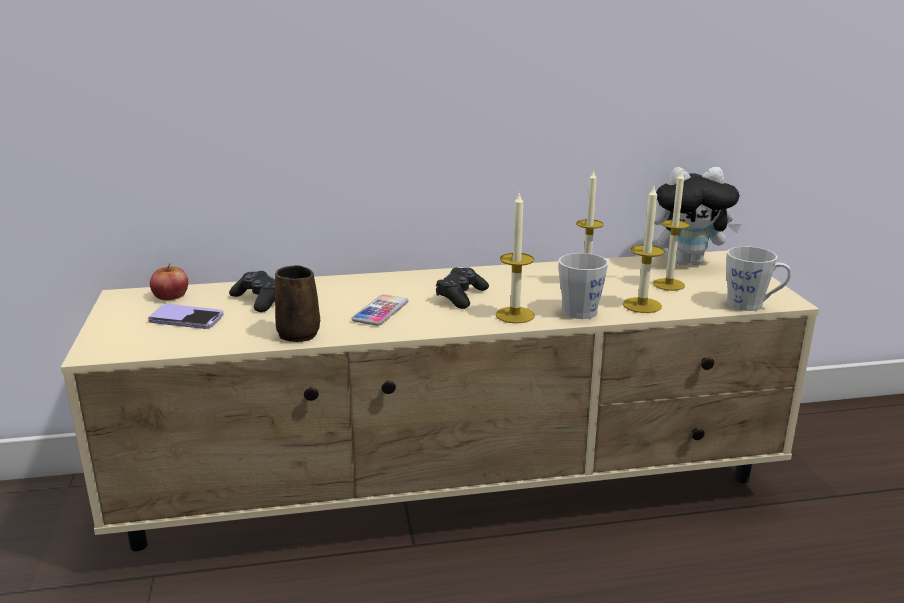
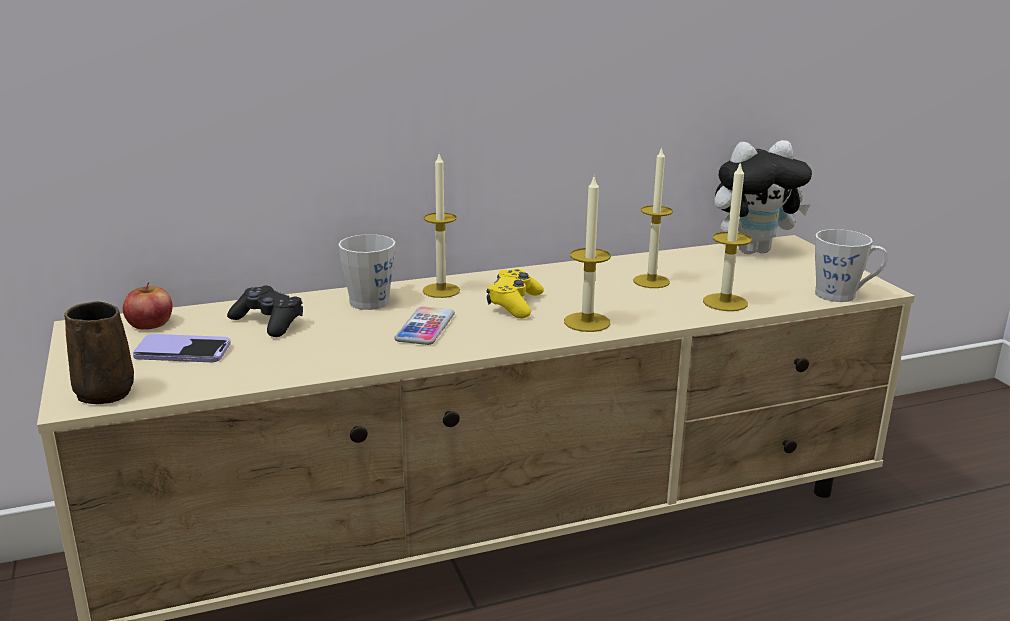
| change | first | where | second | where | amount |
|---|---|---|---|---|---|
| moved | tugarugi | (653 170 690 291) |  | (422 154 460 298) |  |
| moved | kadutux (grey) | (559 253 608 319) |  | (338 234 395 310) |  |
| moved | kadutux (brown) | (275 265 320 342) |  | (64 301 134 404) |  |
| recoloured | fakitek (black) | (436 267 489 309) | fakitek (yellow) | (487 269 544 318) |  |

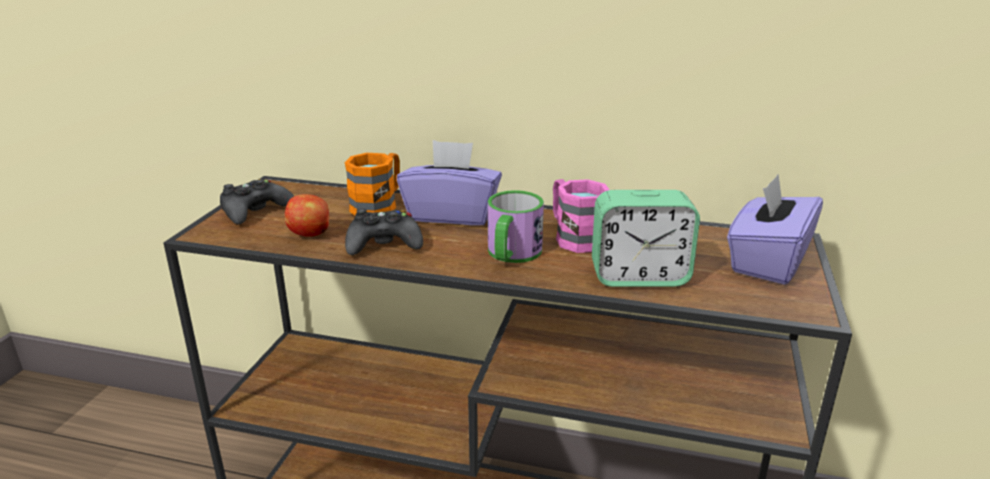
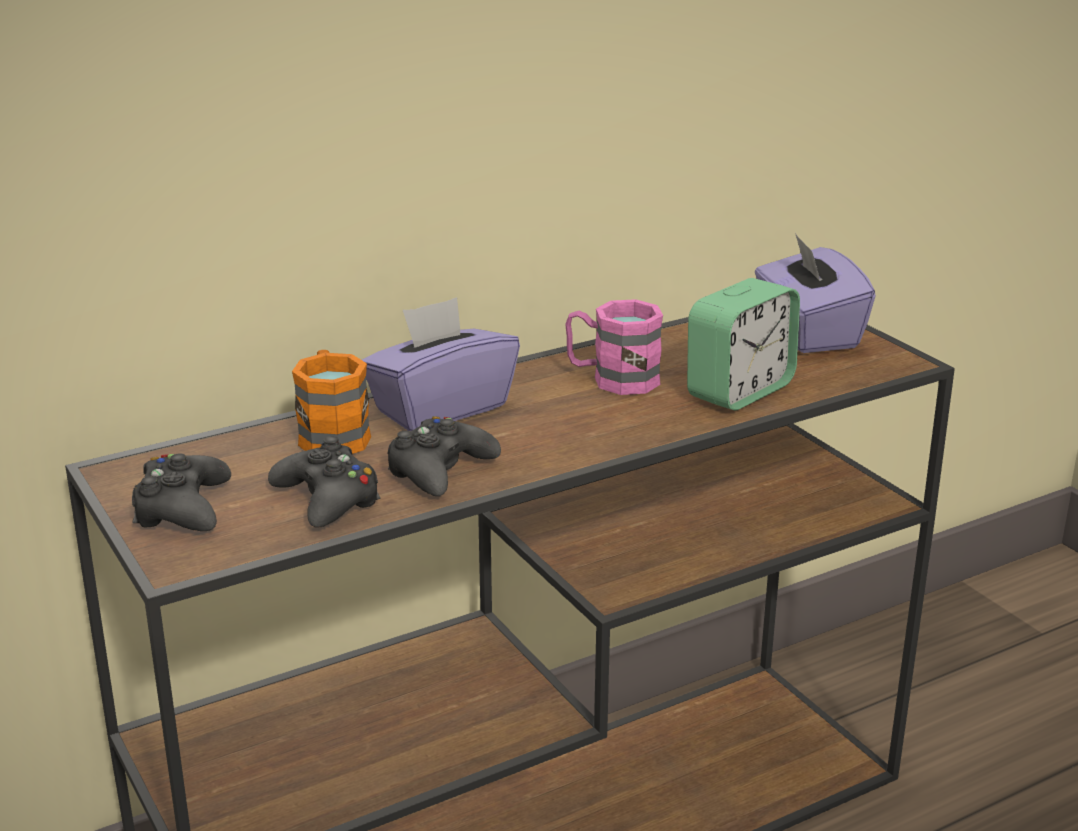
| change | first | where | second | where | amount |
|---|---|---|---|---|---|
| removed | kadutux | (488 190 544 263) |  |  |  |
| replaced | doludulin | (285 194 329 237) | fakitek (black) | (268 436 380 528) |  |

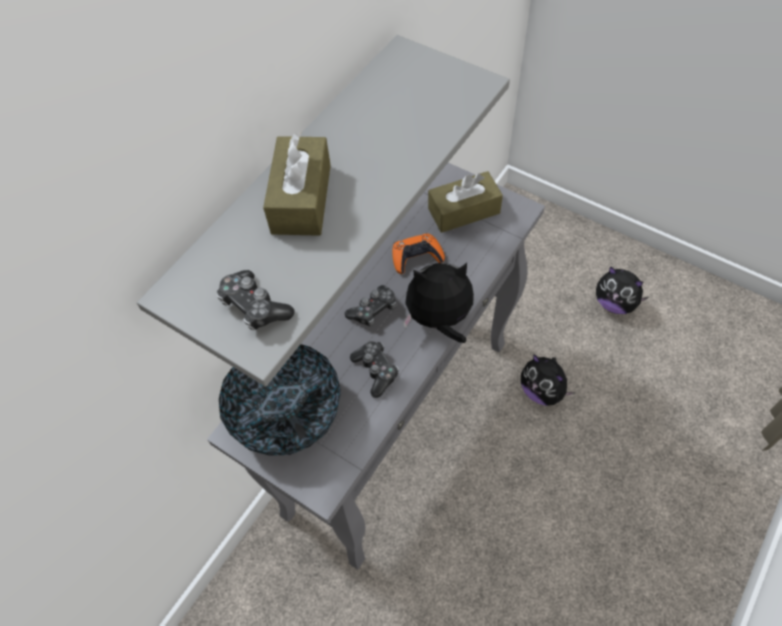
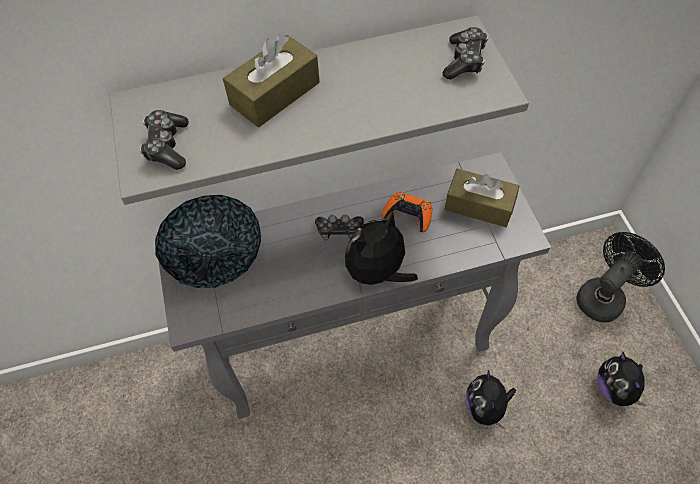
| change | first | where | second | where | amount |
|---|---|---|---|---|---|
| turned | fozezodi | (403 263 474 343) |  | (345 211 418 295) | 75 degrees counterclockwise |
| moved | fakitek | (350 341 399 398) |  | (443 27 488 80) |  |
| added |  |  | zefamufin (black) | (577 232 665 322) |  |

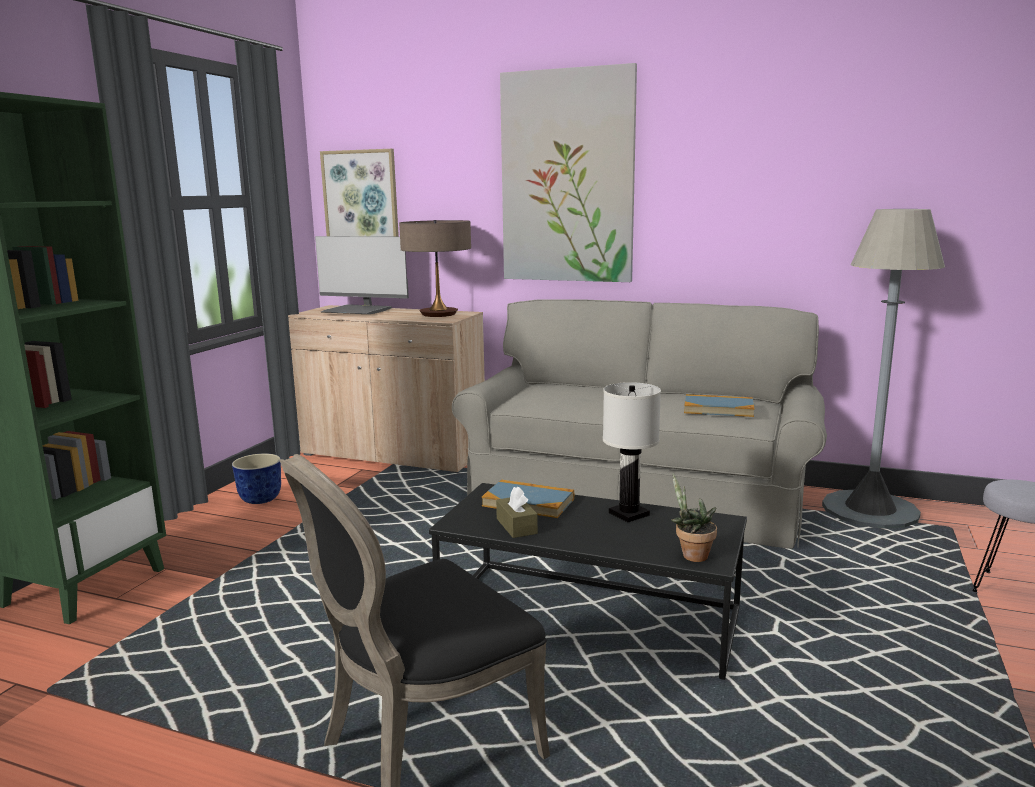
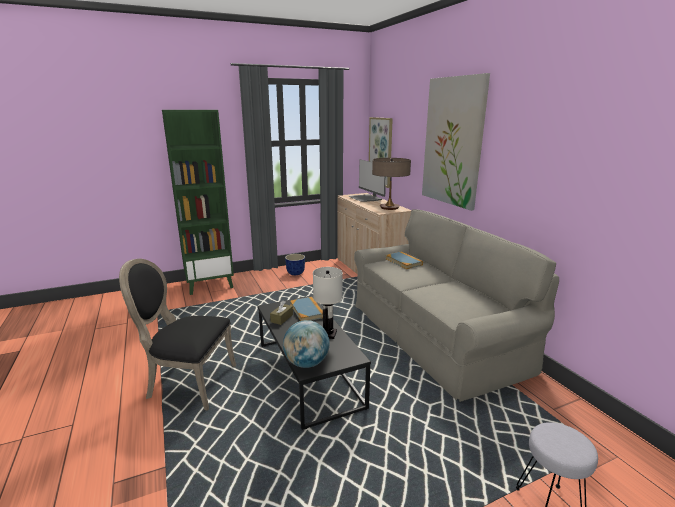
| change | first | where | second | where | amount |
|---|---|---|---|---|---|
| removed | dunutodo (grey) | (822 209 945 529) |  |  |  |
| moved | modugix | (684 394 754 417) |  | (386 252 423 269) |  |
| replaced | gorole | (671 473 717 562) | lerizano | (283 320 329 368) |  |

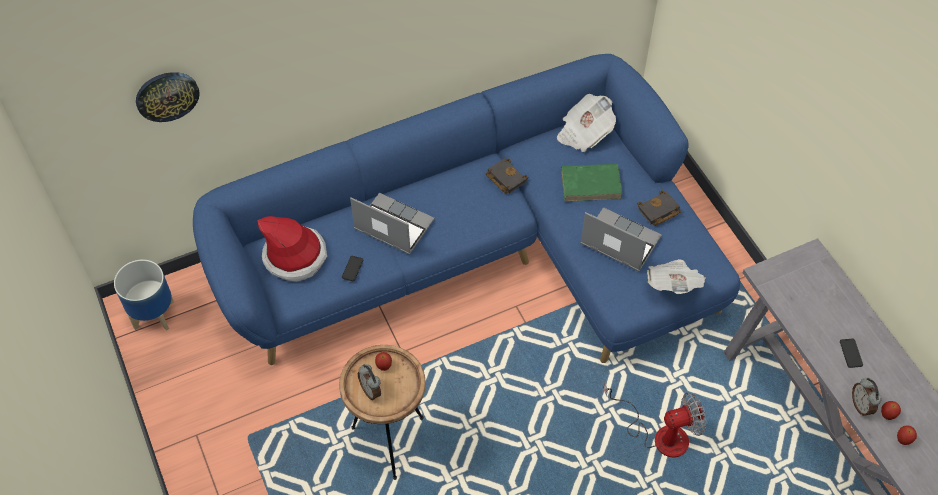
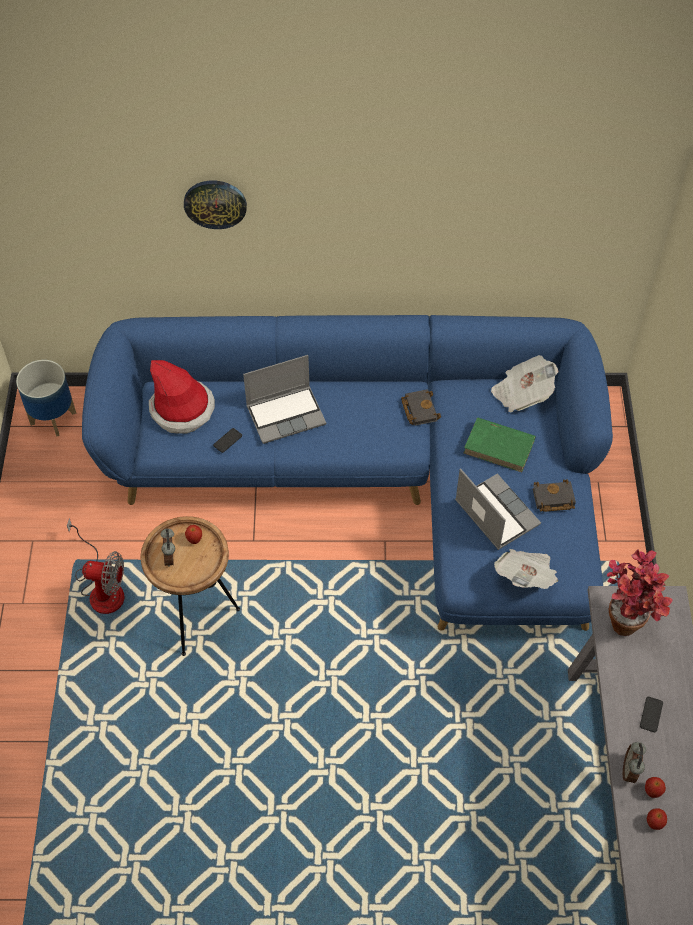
| change | first | where | second | where | amount |
|---|---|---|---|---|---|
| moved | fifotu | (136 72 200 122) |  | (184 181 247 229) |  |
| turned | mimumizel | (350 193 435 254) |  | (243 355 326 444) | 105 degrees clockwise |
| moved | zefamufin | (603 383 706 457) |  | (67 518 125 614) |  |
| added |  |  | gorole | (607 549 673 636) |  |

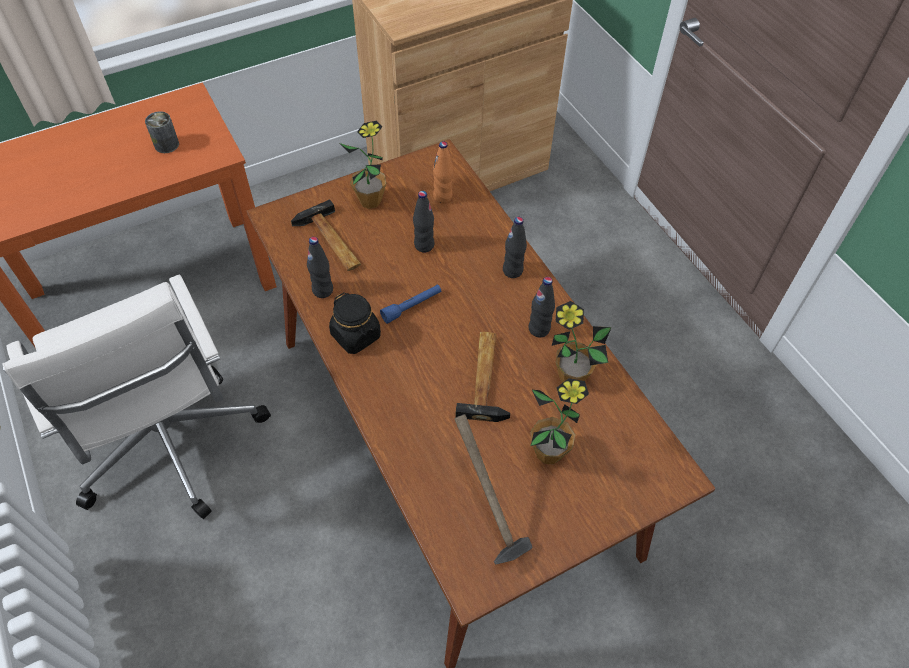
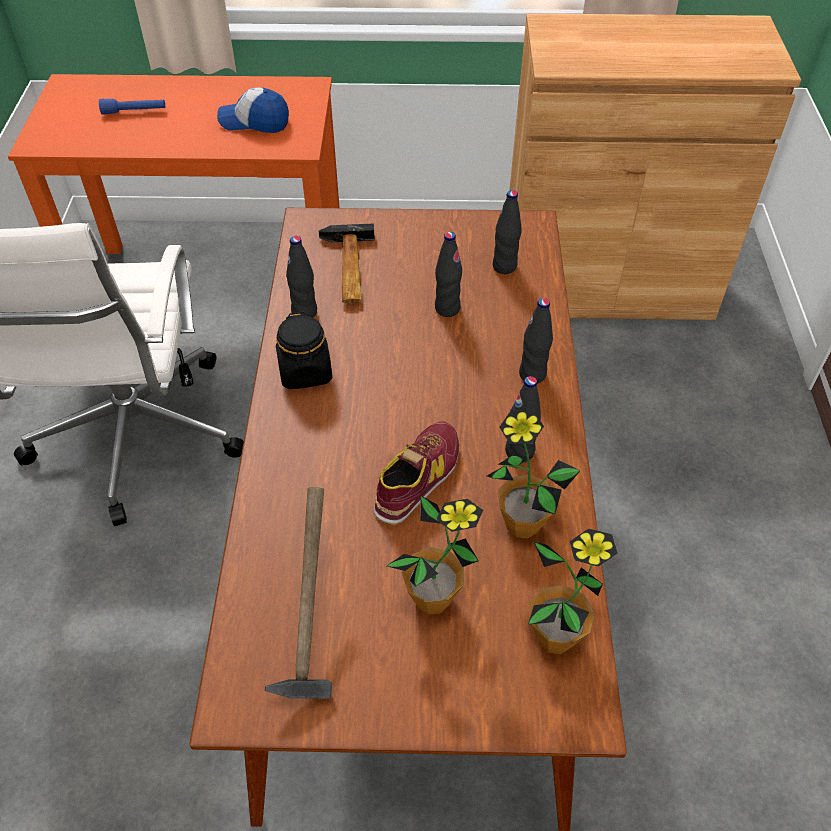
| change | first | where | second | where | amount |
|---|---|---|---|---|---|
| replaced | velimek | (145 111 179 153) | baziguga | (217 88 289 133) |  |
| moved | gorole | (340 121 386 209) |  | (528 529 617 654) |  |
| recoloured | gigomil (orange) | (433 141 453 203) | gigomil (black) | (493 190 522 274) |  |
| moved | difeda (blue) | (380 285 441 324) |  | (99 99 165 115) |  |
| replaced | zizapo | (455 332 510 422) | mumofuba | (374 422 459 525) |  |

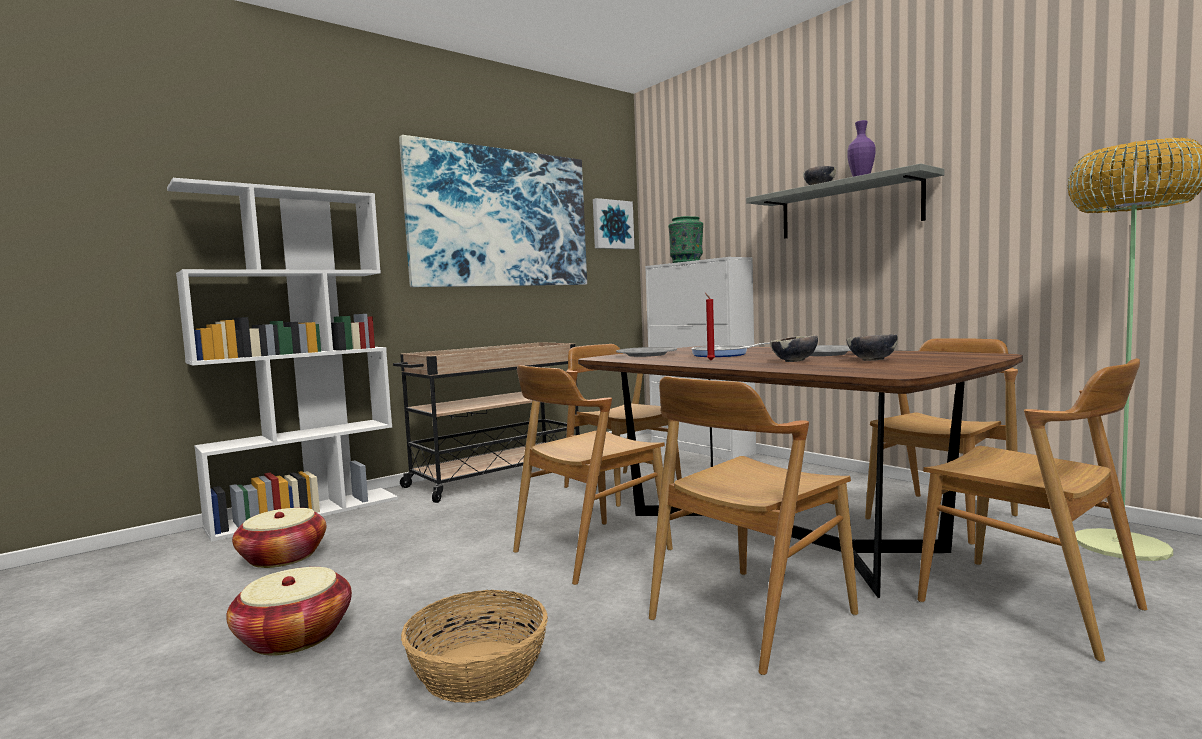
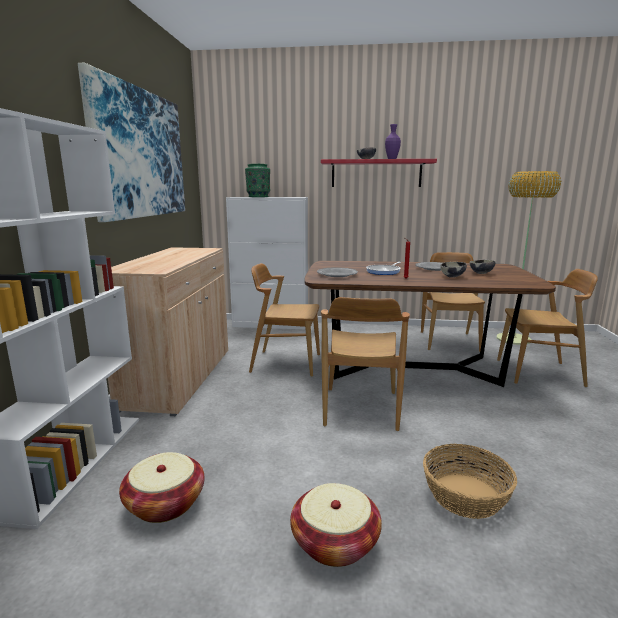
| change | first | where | second | where | amount |
|---|---|---|---|---|---|
| recoloured | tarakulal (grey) | (746 163 944 239) | tarakulal (red) | (321 159 437 187) |  |
| removed | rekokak | (593 198 635 249) |  |  |  |
| replaced | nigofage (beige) | (393 342 580 503) | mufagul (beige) | (108 247 228 416) |  |
| removed | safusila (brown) | (649 376 858 675) |  |  |  |

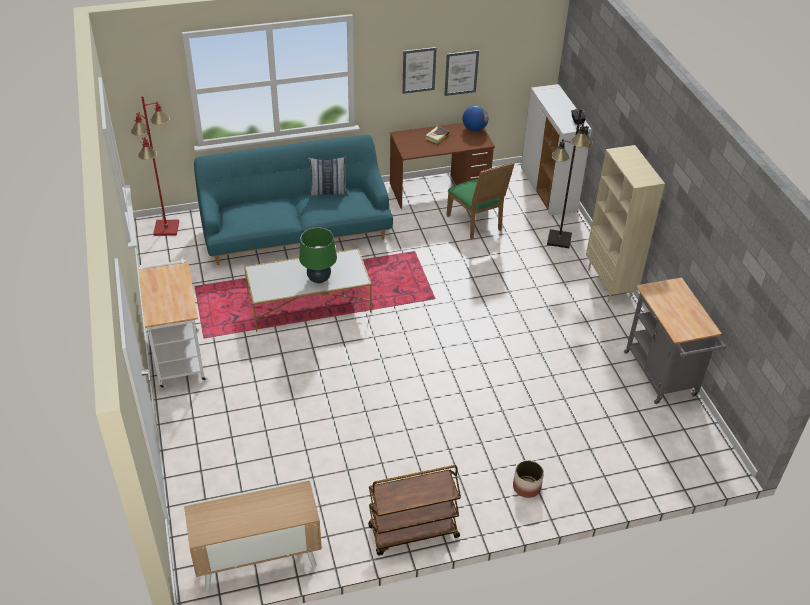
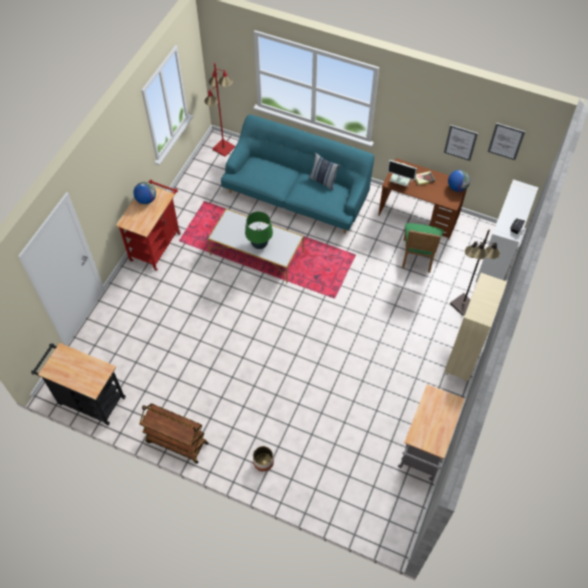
| change | first | where | second | where | amount |
|---|---|---|---|---|---|
| moved | rekokak | (402 47 437 94) |  | (488 123 525 160) |  |
| recoloured | nigofage (white) | (138 259 207 389) | nigofage (red) | (116 180 181 271) |  |
| replaced | mufagul | (184 479 322 591) | nigofage (black) | (31 343 126 426) |  |
| added |  |  | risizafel | (387 160 417 187) |  |
| added |  |  | lerizano | (133 182 156 204) |  |

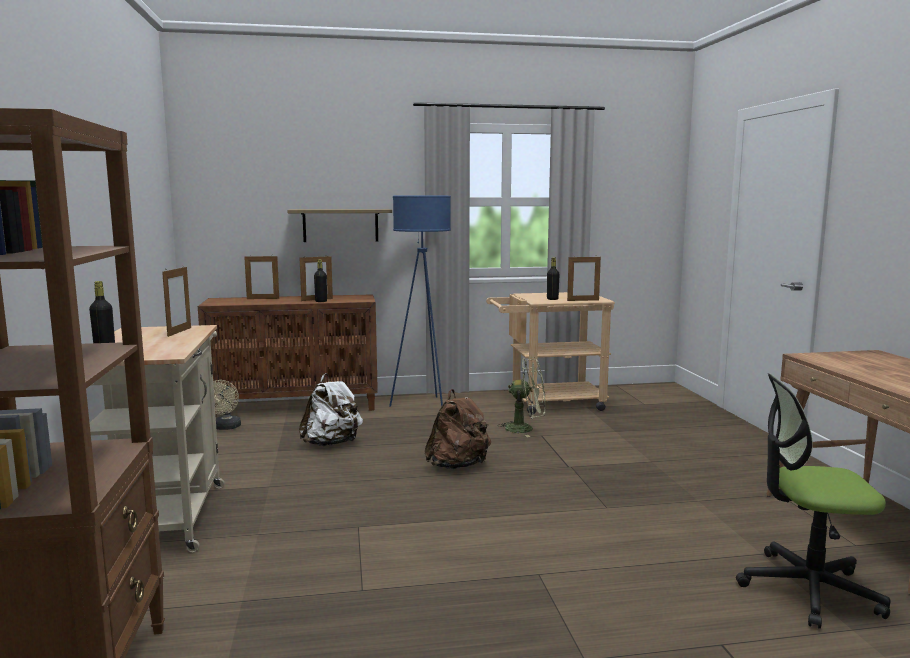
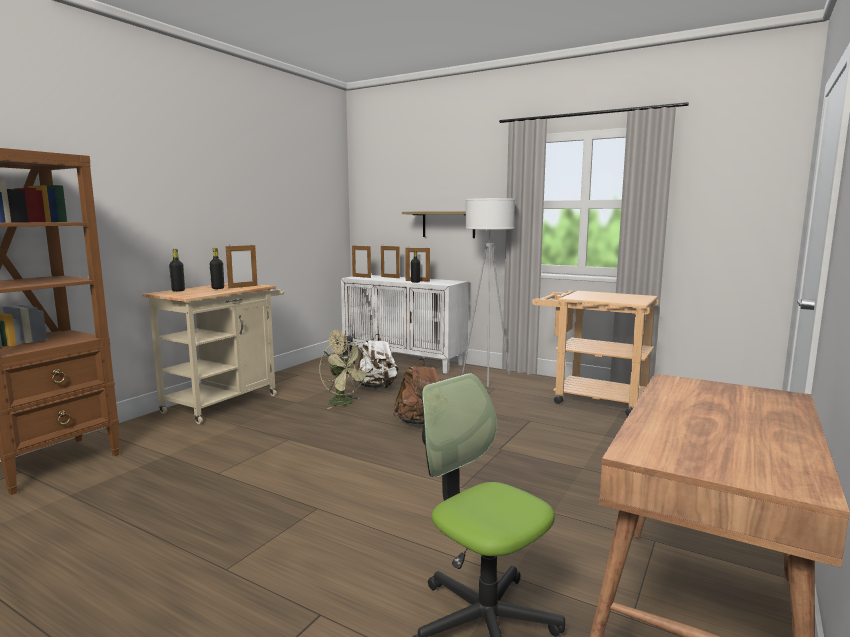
| change | first | where | second | where | amount |
|---|---|---|---|---|---|
| recoloured | dunutodo (blue) | (389 195 451 407) | dunutodo (white) | (462 198 515 387) |  |
| moved | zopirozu | (567 255 601 301) |  | (352 246 371 278) |  |
| moved | gigomil (black) | (547 258 559 300) |  | (210 248 224 289) |  |
| recoloured | mufagul (brown) | (198 294 378 417) | mufagul (white) | (341 275 469 374) |  |
| moved | zefamufin (green) | (499 357 546 437) |  | (320 340 371 409) |  |

